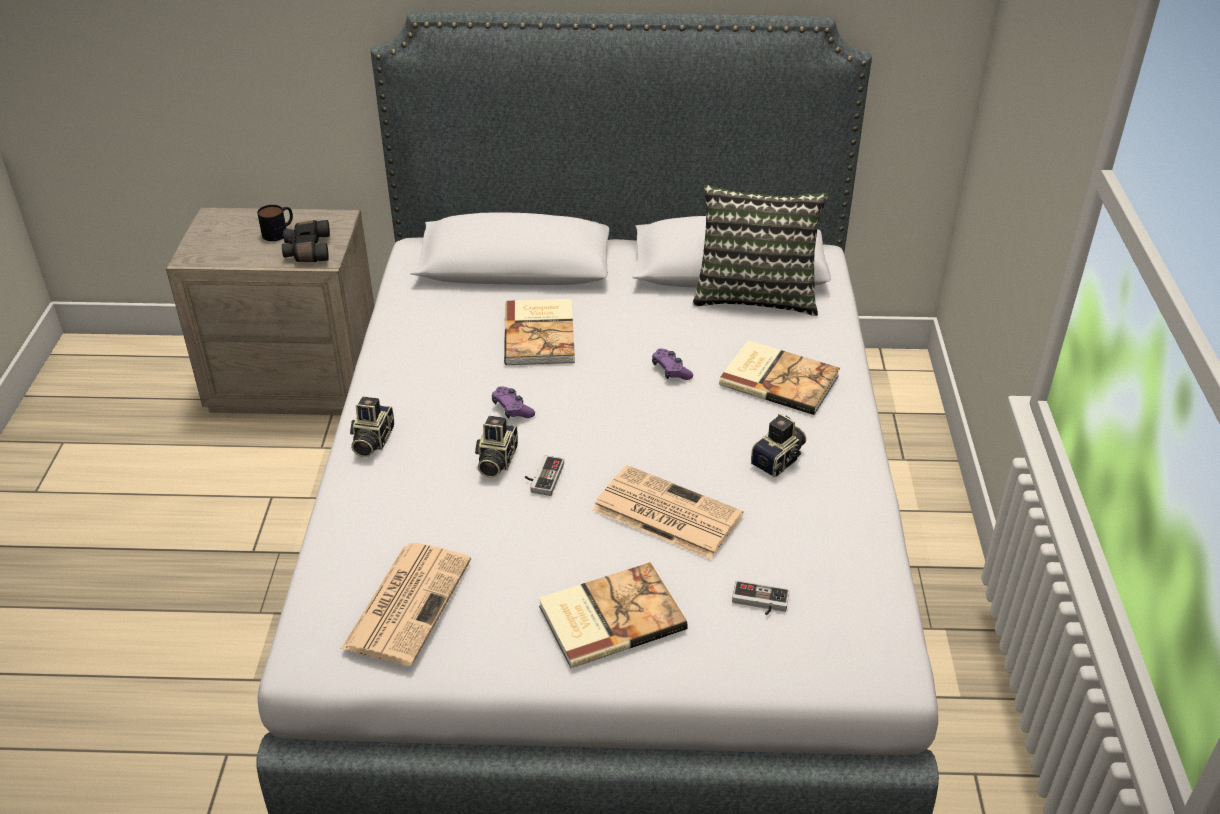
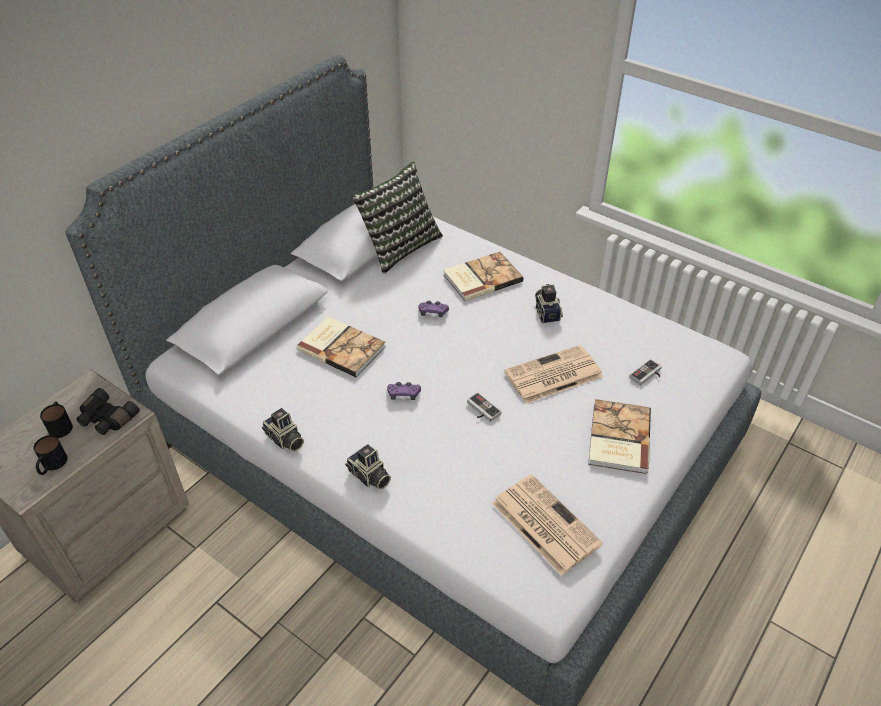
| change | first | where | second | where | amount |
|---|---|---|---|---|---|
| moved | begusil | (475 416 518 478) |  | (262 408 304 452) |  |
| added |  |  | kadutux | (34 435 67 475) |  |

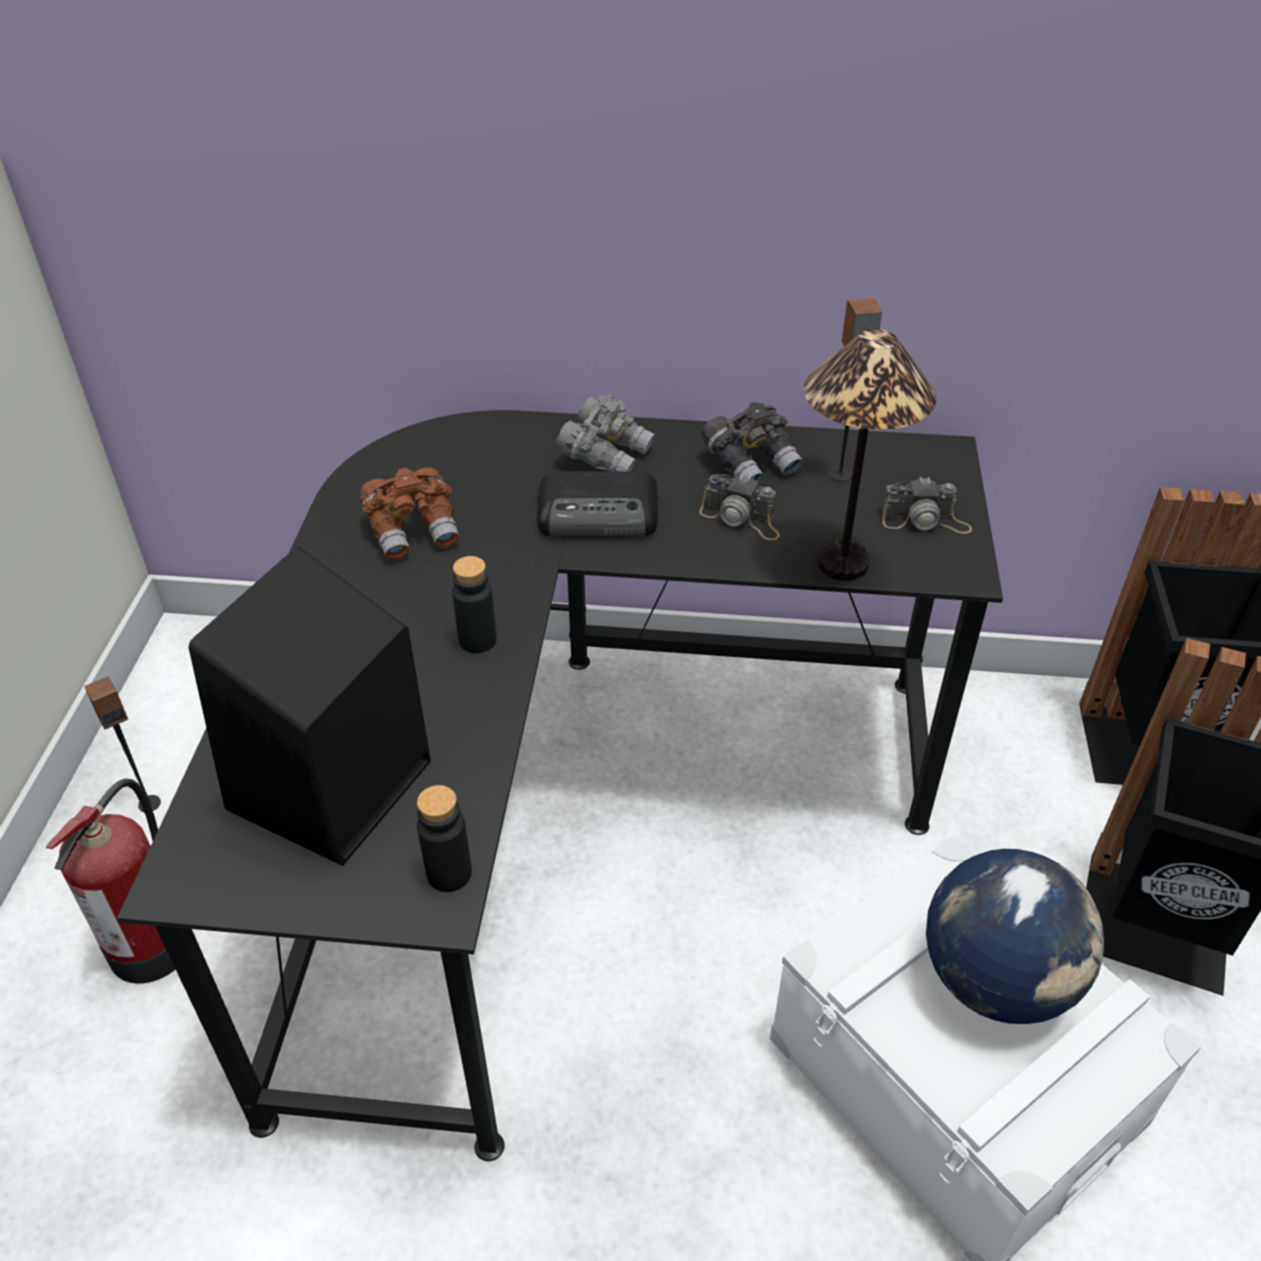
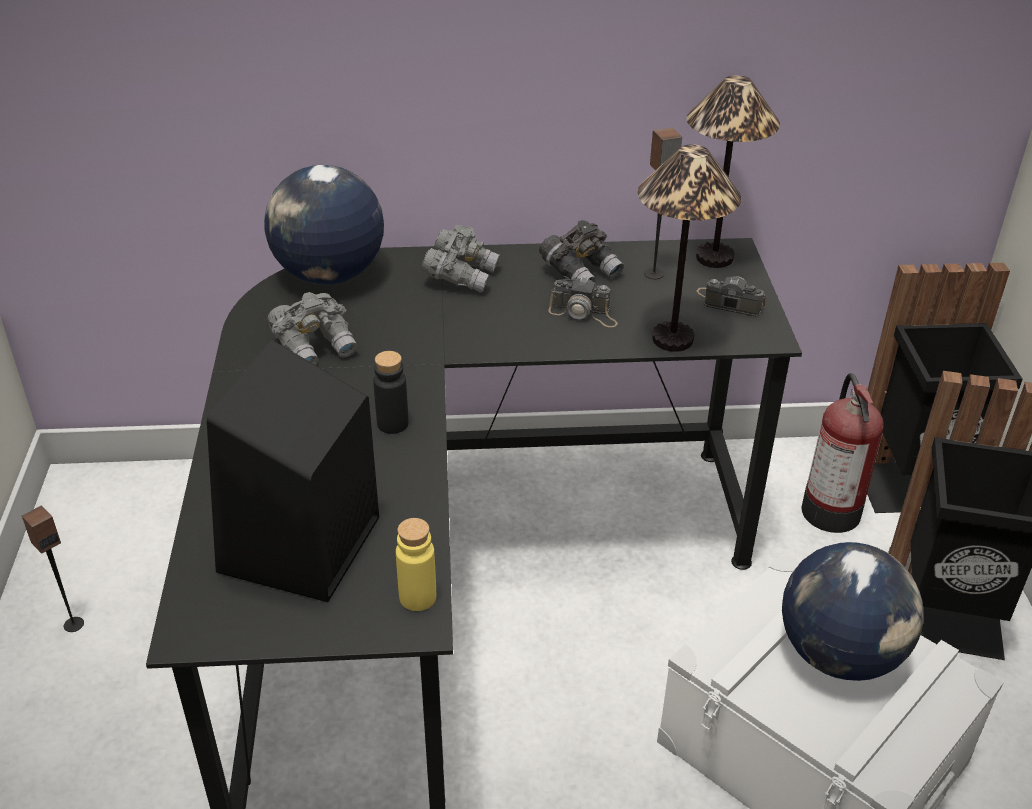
| change | first | where | second | where | amount |
|---|---|---|---|---|---|
| recoloured | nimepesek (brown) | (360 468 460 560) | nimepesek (grey) | (268 292 358 365) |  |
| removed | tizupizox | (537 471 659 537) |  |  |  |
| turned | begusil | (882 477 972 534) |  | (697 276 765 317) | 150 degrees counterclockwise |
| moved | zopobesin | (46 778 175 984) |  | (801 373 884 533) |  |
| recoloured | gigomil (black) | (417 785 472 892) | gigomil (yellow) | (396 518 436 611) |  |
| added |  |  | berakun | (687 75 780 268) |  |
| added |  |  | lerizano | (264 165 384 285) |  |

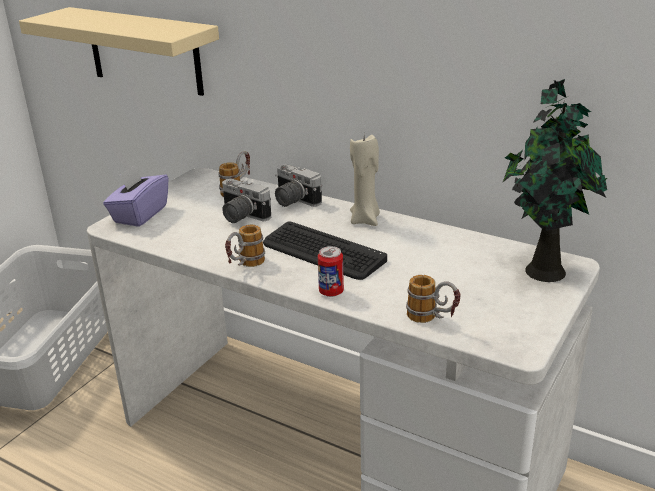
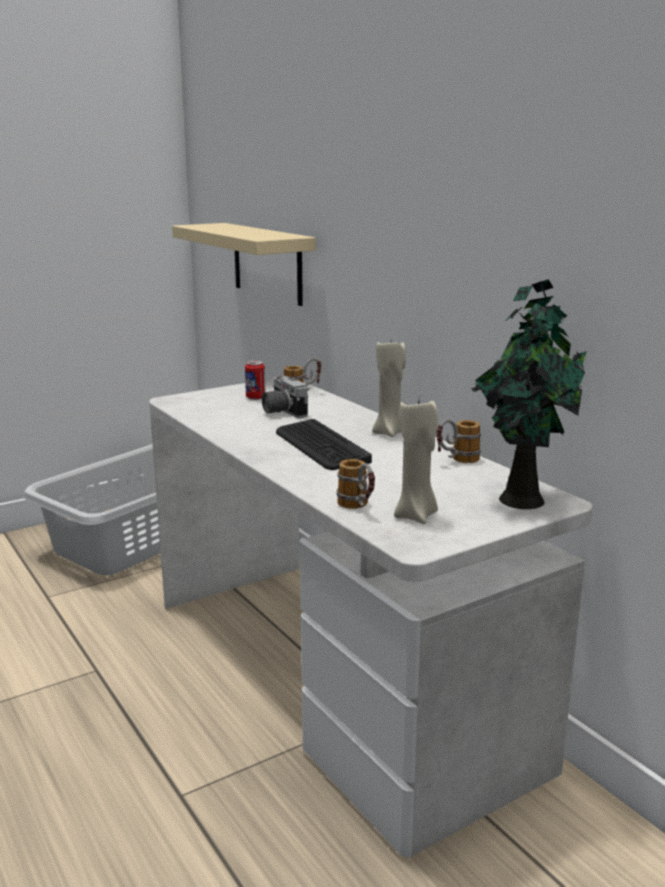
| change | first | where | second | where | amount |
|---|---|---|---|---|---|
| removed | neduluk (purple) | (103 164 168 227) |  |  |  |
| removed | begusil | (275 164 322 207) |  |  |  |
| moved | kadutux | (225 225 265 267) |  | (437 419 481 463) |  |
| moved | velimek | (318 246 344 297) |  | (245 360 265 400) |  |
| added |  |  | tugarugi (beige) | (394 400 438 524) |  |

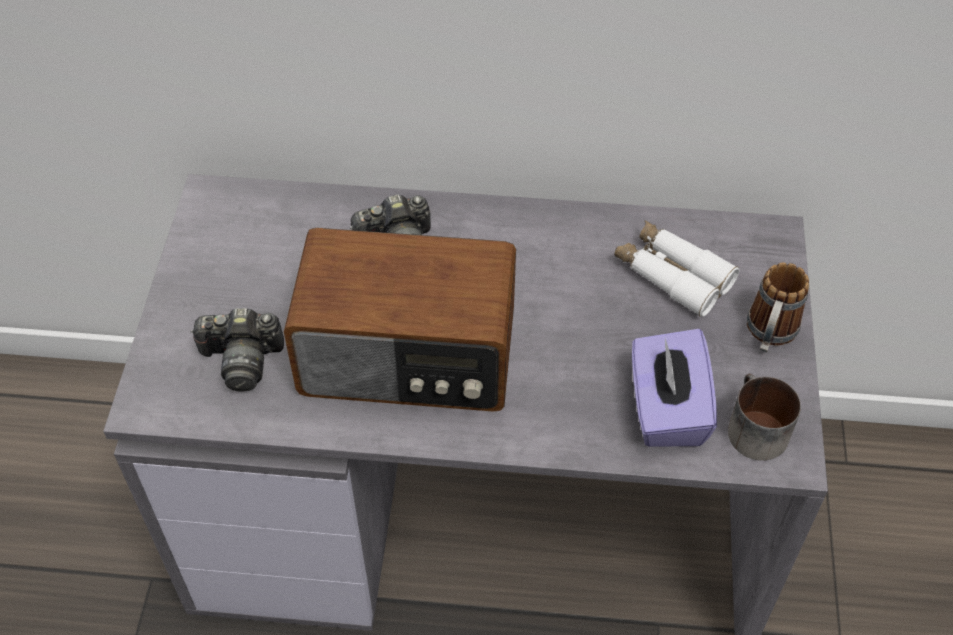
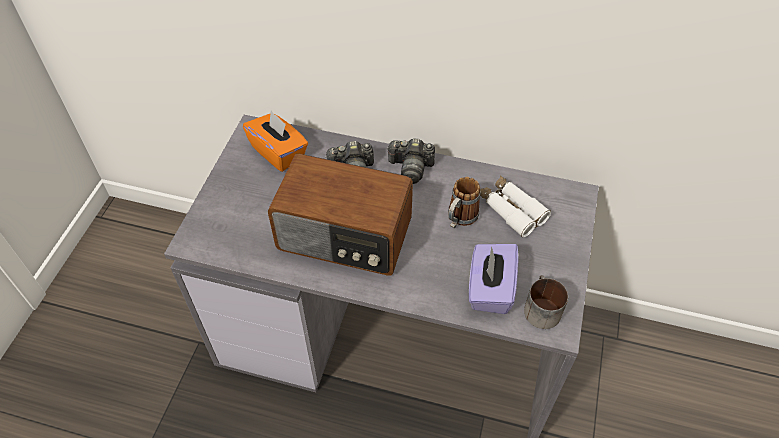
| change | first | where | second | where | amount |
|---|---|---|---|---|---|
| moved | kadutux | (747 262 809 352) |  | (448 177 480 228) |  |
| moved | begusil | (190 308 284 391) |  | (387 138 435 184) |  |
| added |  |  | neduluk (orange) | (243 110 308 172) |  |

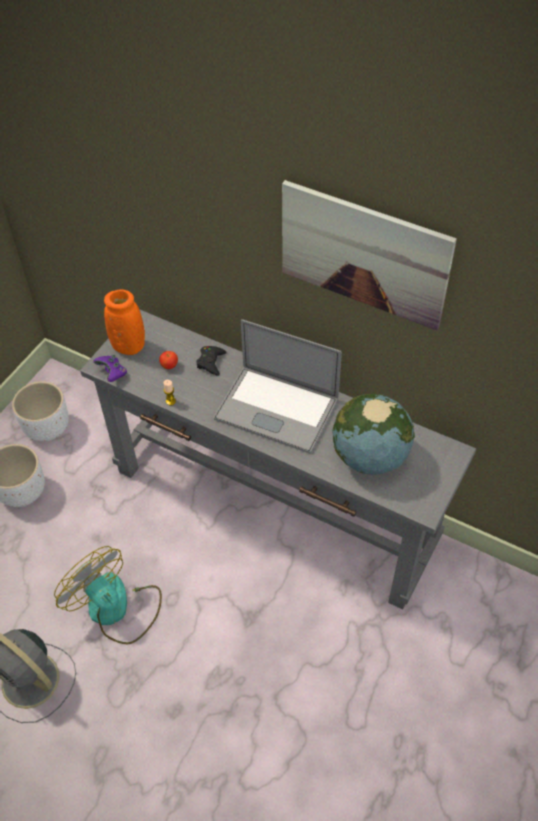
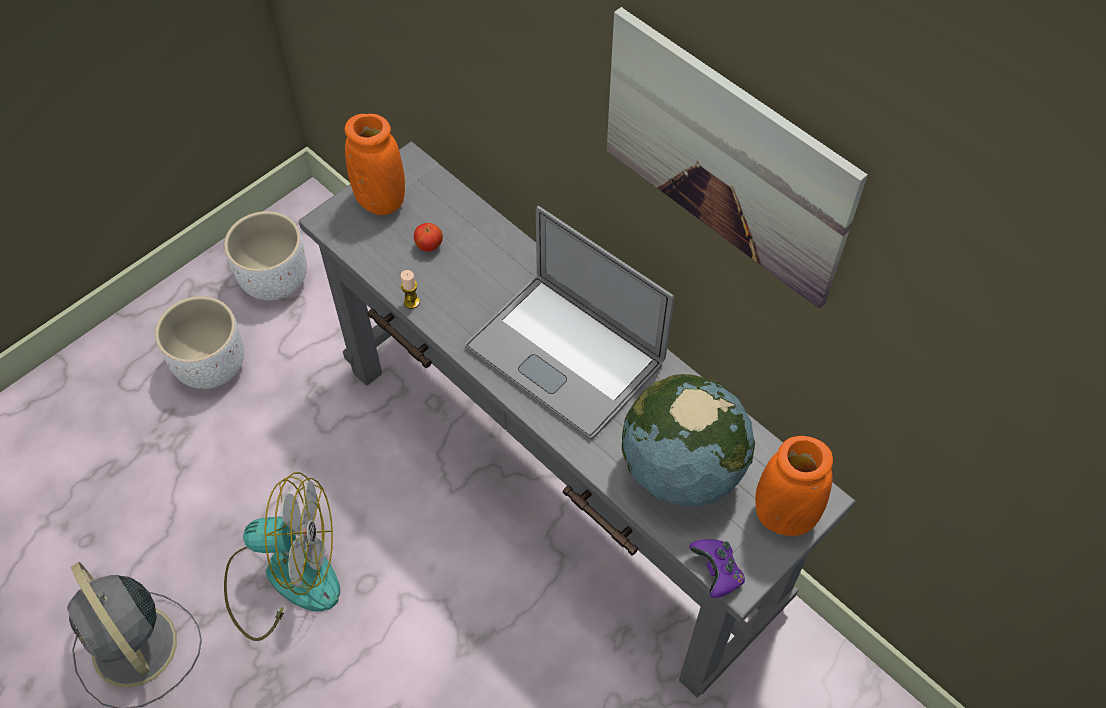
| change | first | where | second | where | amount |
|---|---|---|---|---|---|
| removed | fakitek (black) | (196 346 227 376) |  |  |  |
| moved | fakitek (purple) | (94 355 127 382) |  | (689 539 745 598) |  |
| turned | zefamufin | (54 546 162 644) |  | (224 472 340 641) | 120 degrees clockwise |
| added |  |  | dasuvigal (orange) | (755 436 833 536) |  |

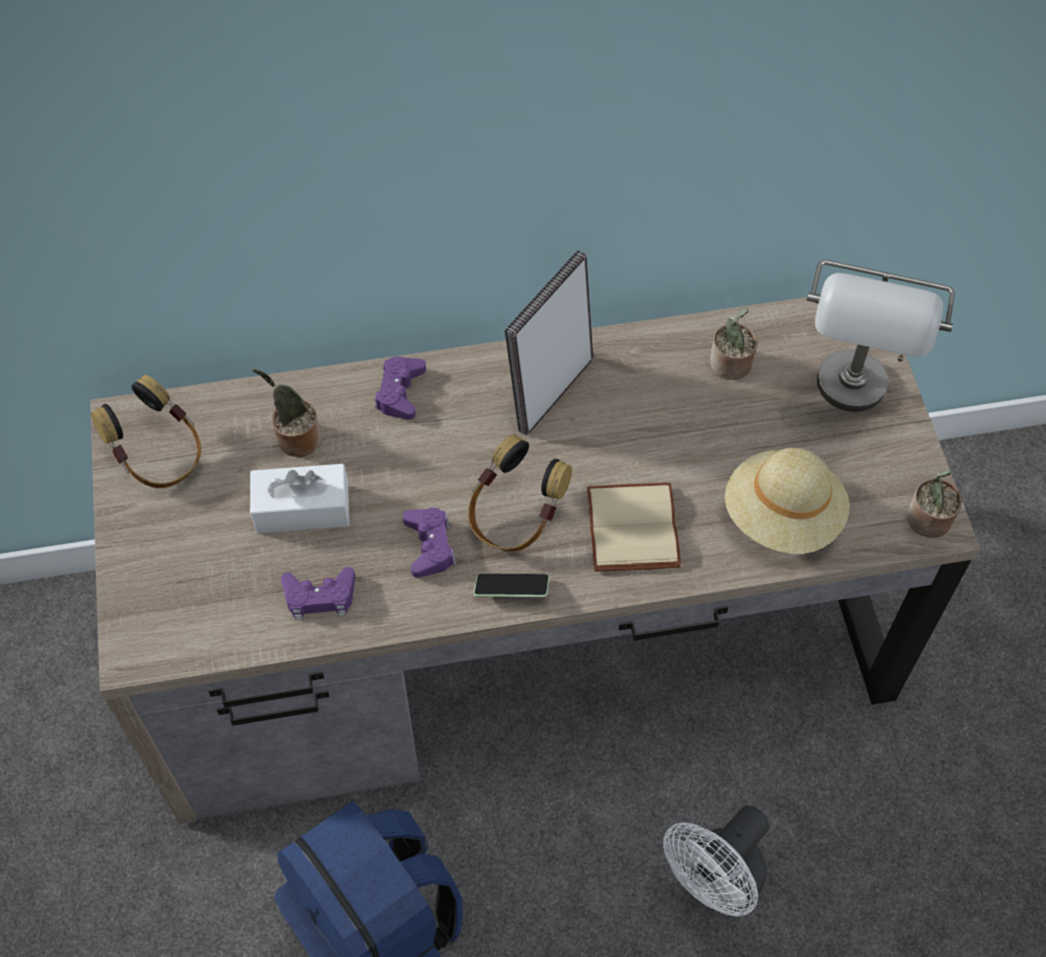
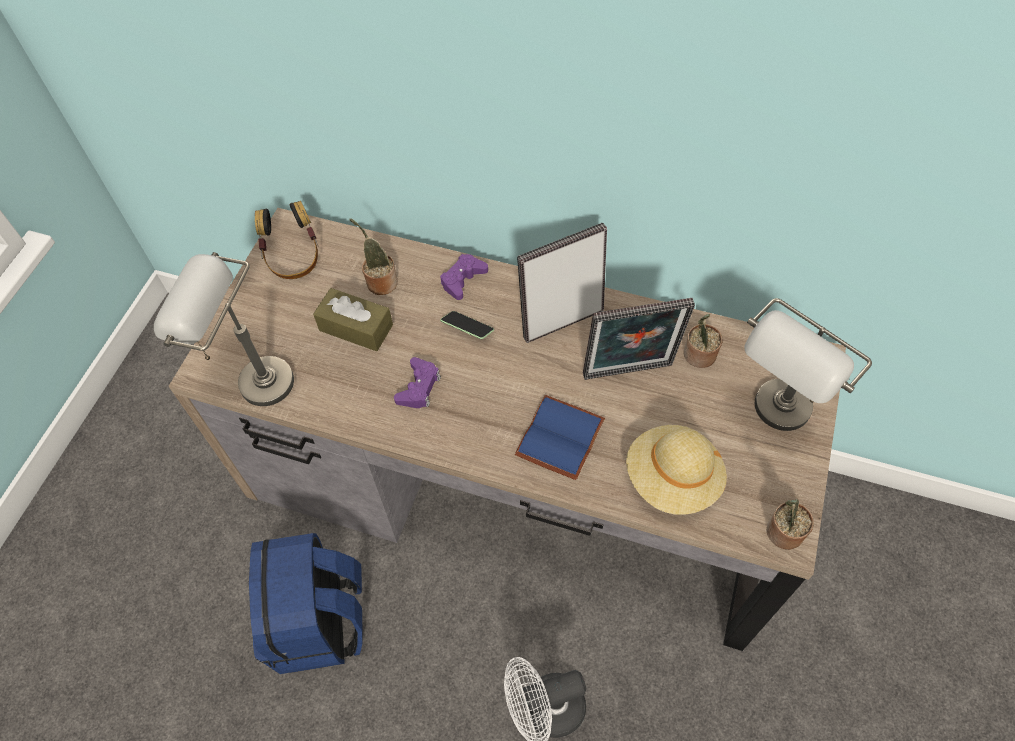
| change | first | where | second | where | amount |
|---|---|---|---|---|---|
| removed | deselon | (468 434 572 552) |  |  |  |
| recoloured | neduluk (white) | (250 464 349 533) | neduluk (brown) | (313 288 393 351) |  |
| recoloured | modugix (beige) | (587 483 681 572) | modugix (blue) | (515 395 605 480) |  |
| removed | fakitek (purple) | (281 567 355 620) |  |  |  |
| moved | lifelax | (473 573 550 597) |  | (440 311 494 339) |  |
| added |  |  | berakun (grey) | (154 252 294 406) |  |
| added |  |  | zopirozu | (583 298 695 380) |  |

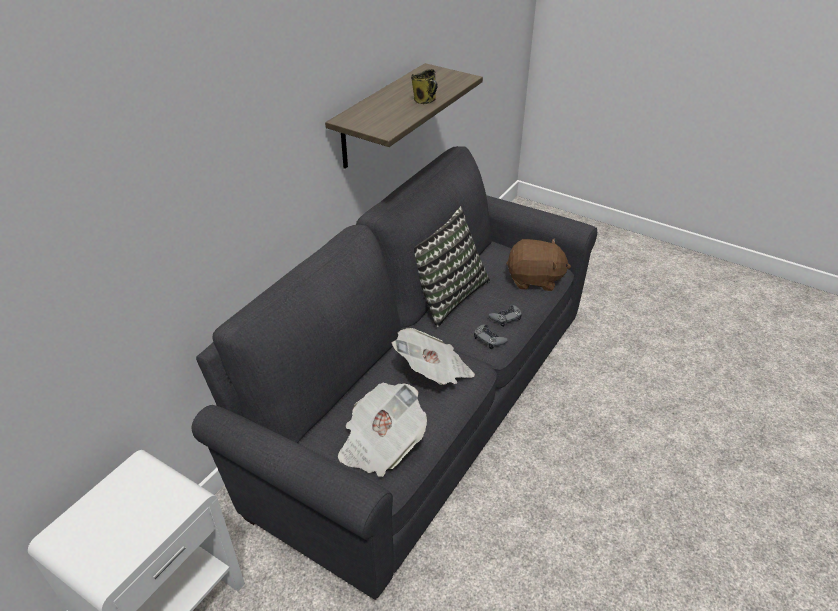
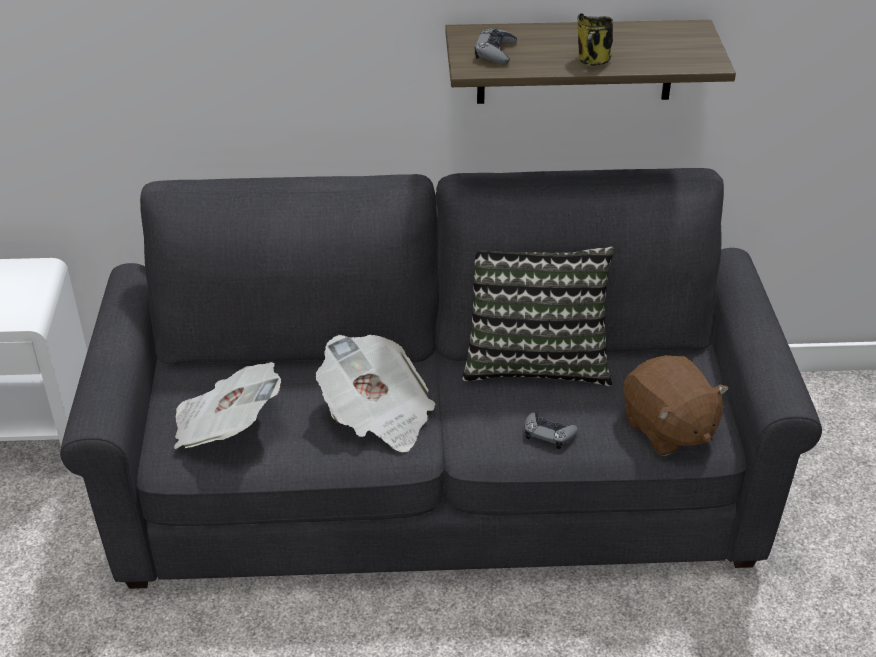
| change | first | where | second | where | amount |
|---|---|---|---|---|---|
| moved | fakitek (grey) | (474 324 508 349) |  | (475 28 517 65) |  |

